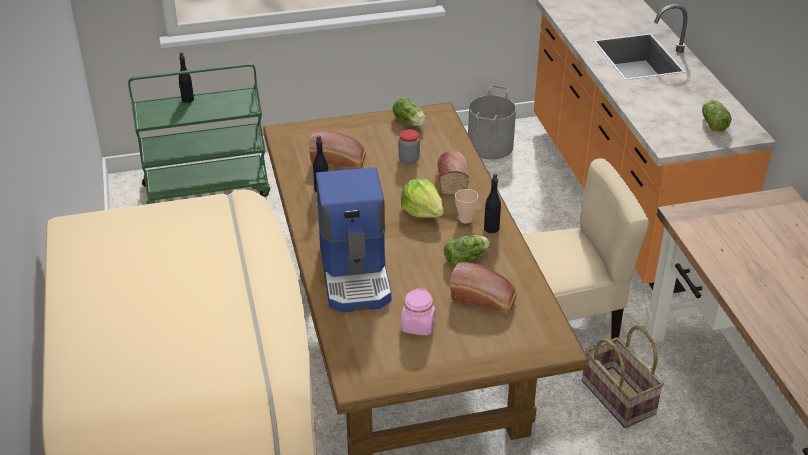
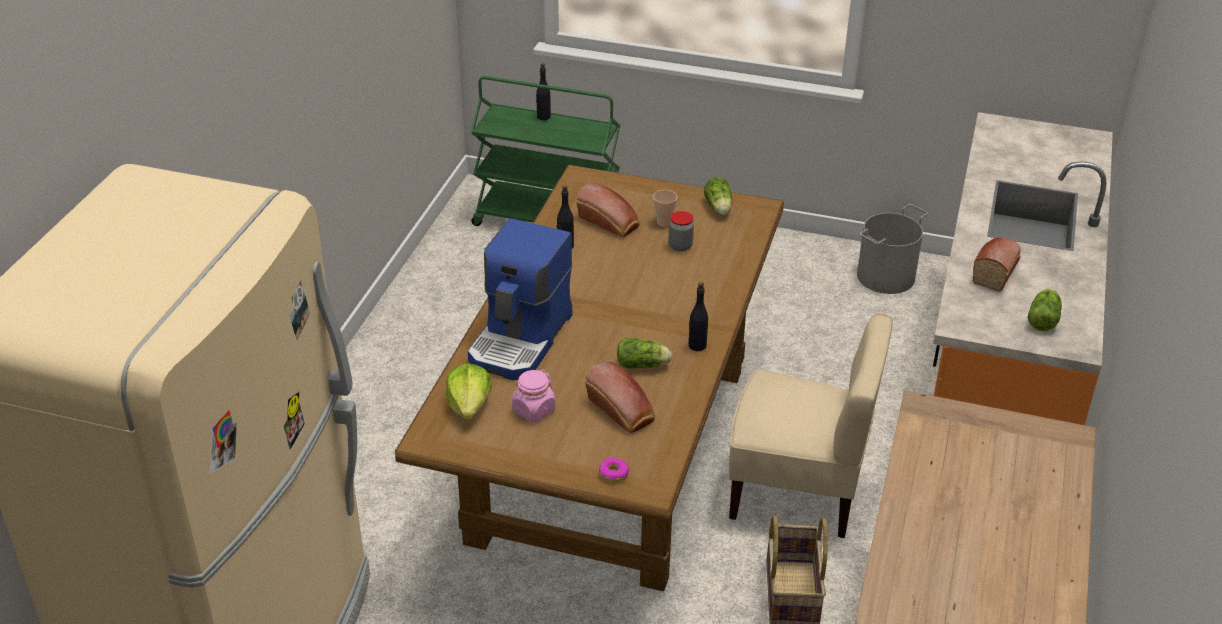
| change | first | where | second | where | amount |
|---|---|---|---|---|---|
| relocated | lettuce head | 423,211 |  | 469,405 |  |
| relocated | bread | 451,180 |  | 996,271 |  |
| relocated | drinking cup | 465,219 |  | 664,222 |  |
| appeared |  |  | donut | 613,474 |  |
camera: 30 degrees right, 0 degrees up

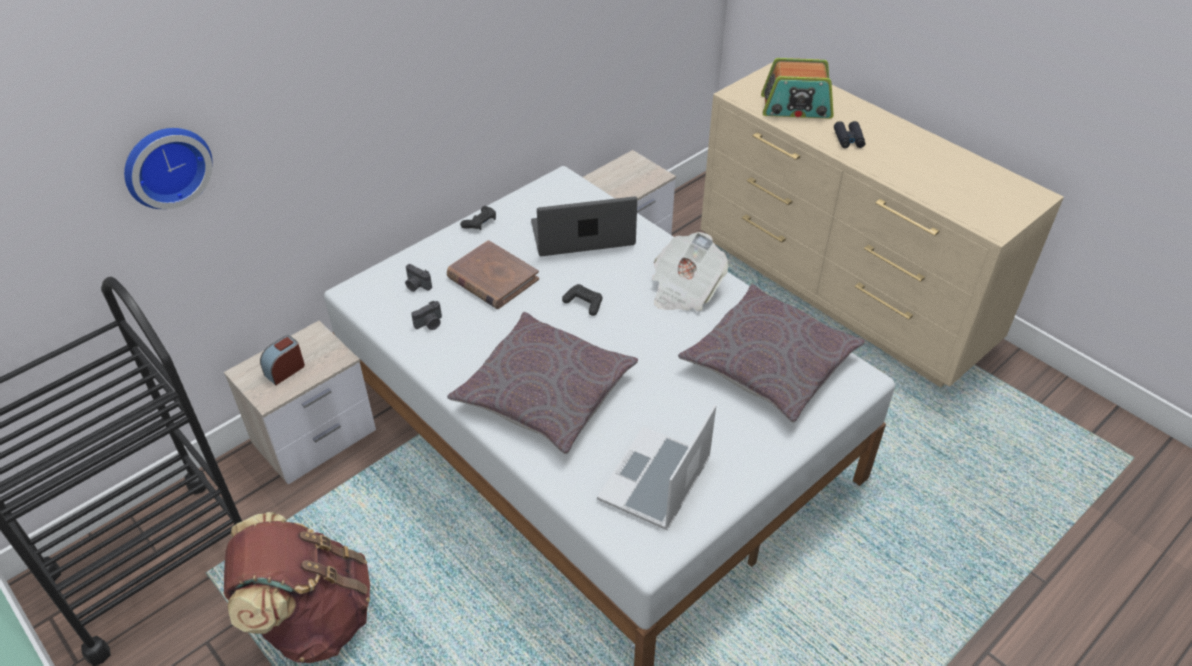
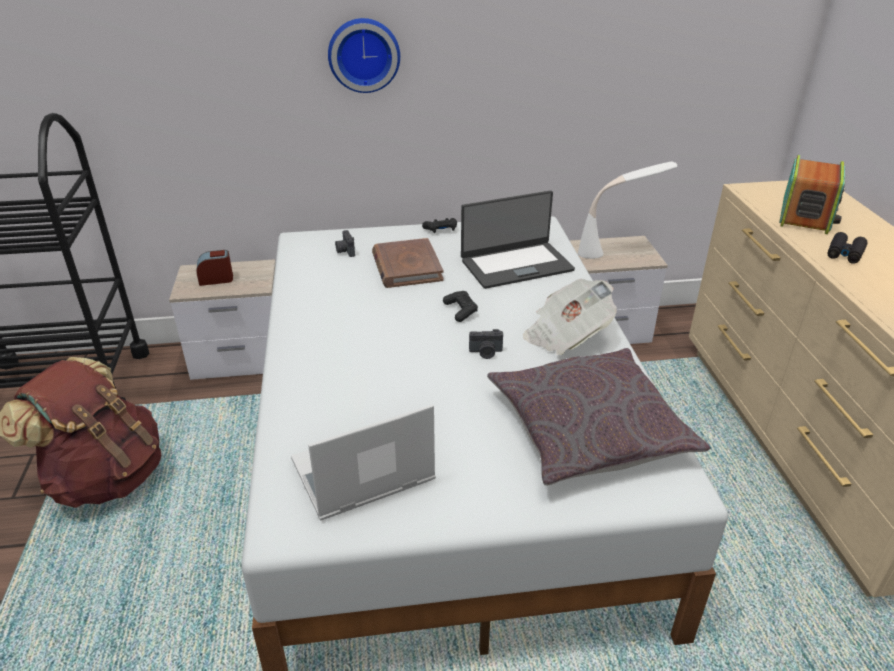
| change | first | where | second | where | amount |
|---|---|---|---|---|---|
| relocated | clock on the wall | 165,165 |  | 364,54 |  |
| relocated | still camera | 430,324 |  | 486,352 |  |
| missing | grey pillow | 544,392 |  |  |  |
| spun | laptop | 583,235 |  | 516,265 | 135 degrees clockwise |
| spun | radio receiver | 796,107 |  | 806,215 | 105 degrees counterclockwise |
| appeared |  |  | white tabletop lamp | 619,252 |  |
camera: 35 degrees right, 10 degrees down

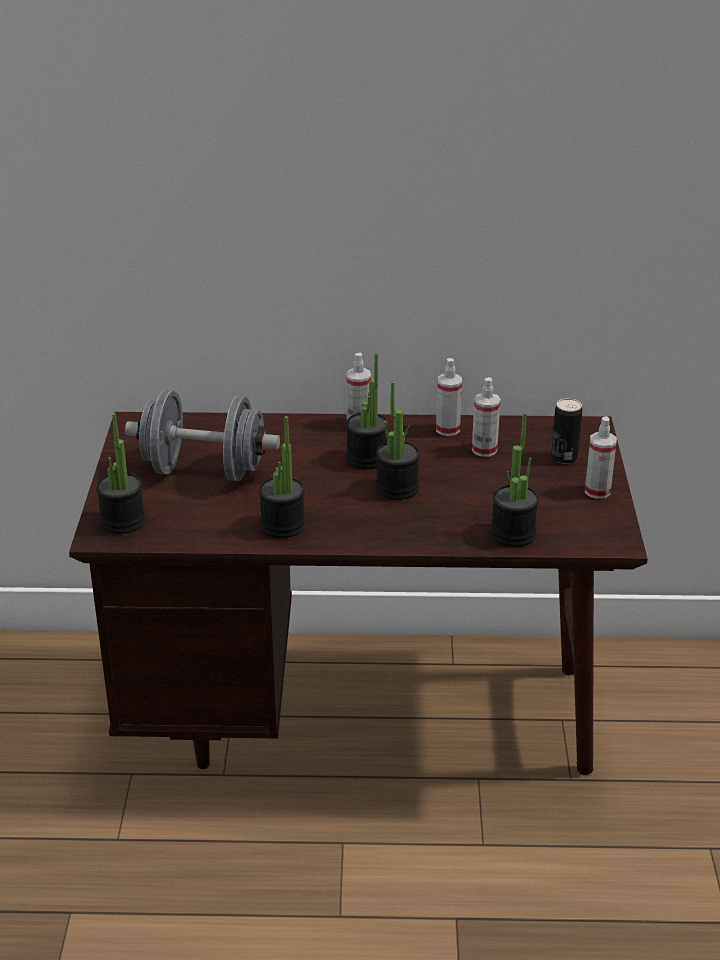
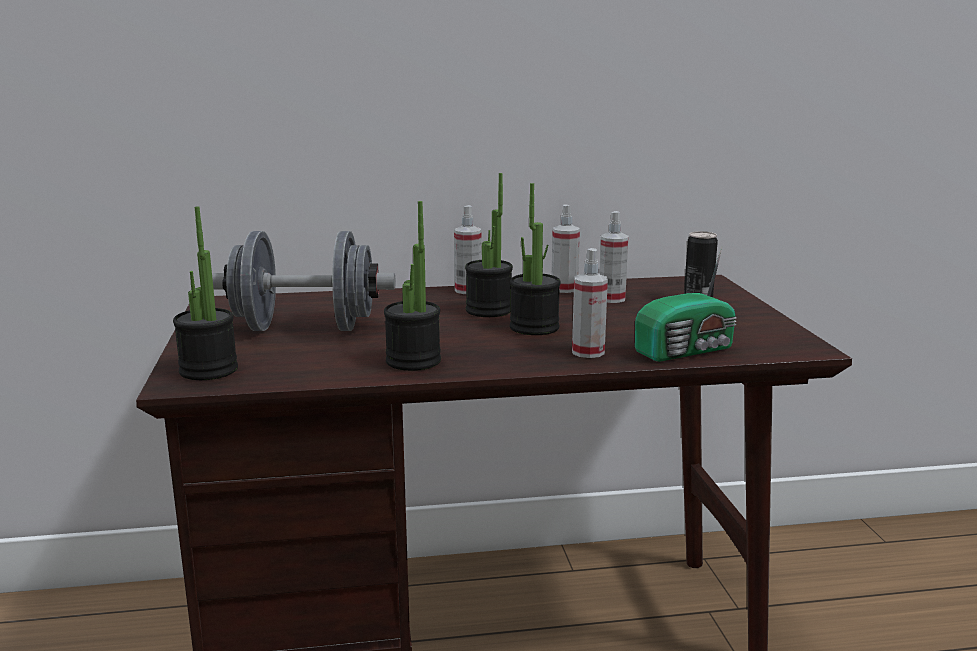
| change | first | where | second | where | amount |
|---|---|---|---|---|---|
| exchanged | potted plant | 513,534 | radio receiver | 687,350 |  |
| relocated | spray bottle | 597,491 |  | 588,352 |  |
camera: 10 degrees left, 15 degrees down

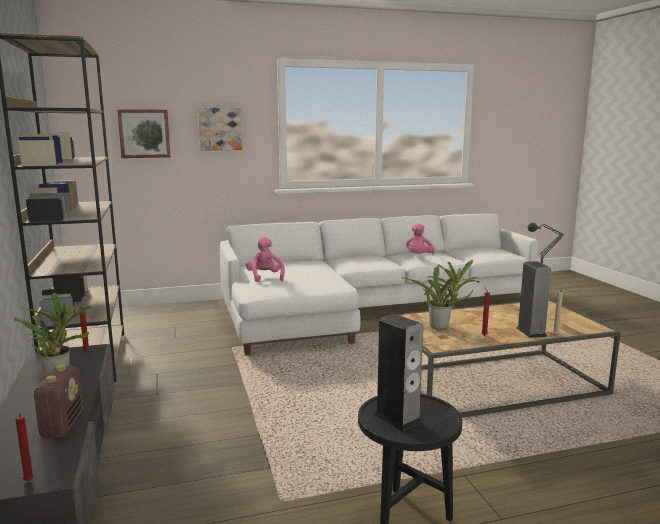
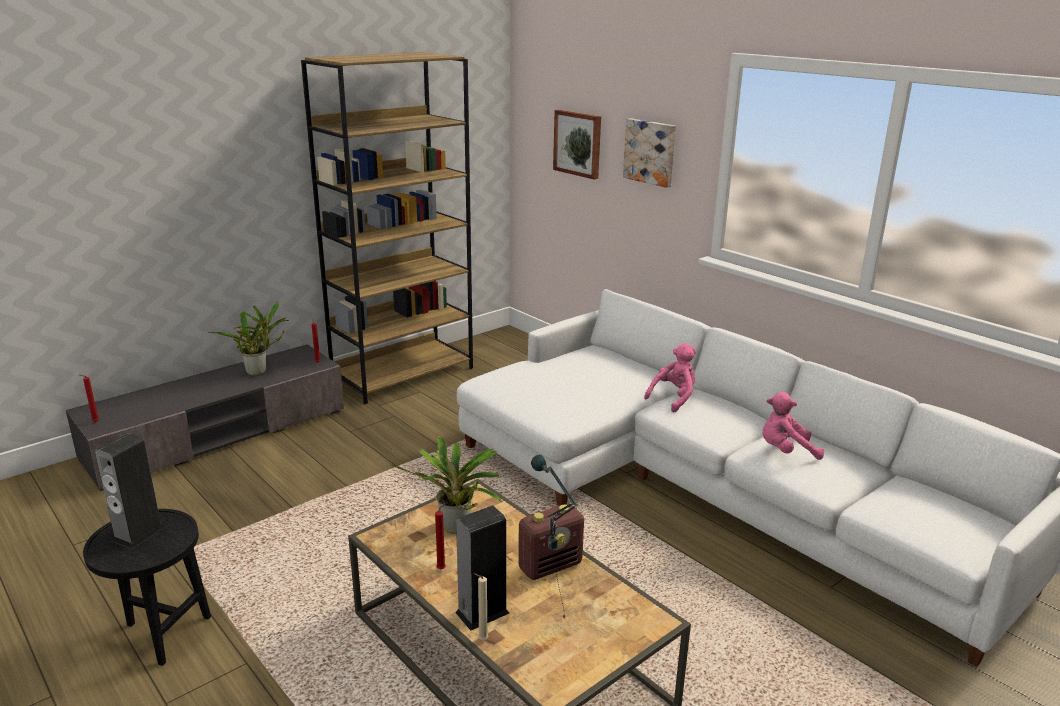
| change | first | where | second | where | amount |
|---|---|---|---|---|---|
| relocated | radio receiver | 62,425 |  | 550,566 |  |
| relocated | pinkish plush toy | 265,277 |  | 674,398 |  |
camera: 65 degrees right, 10 degrees up

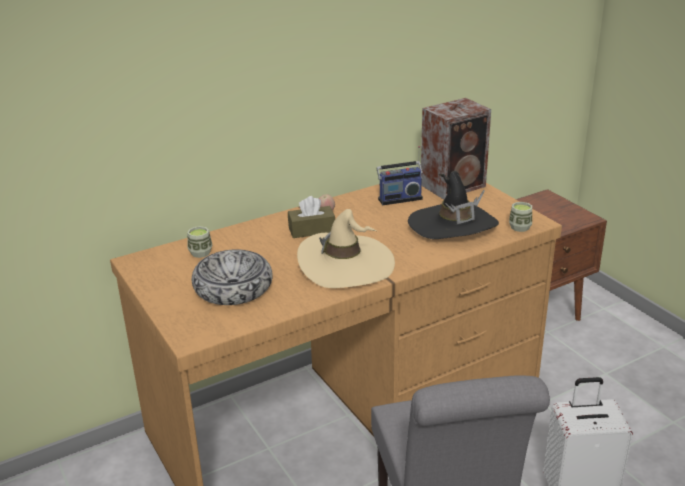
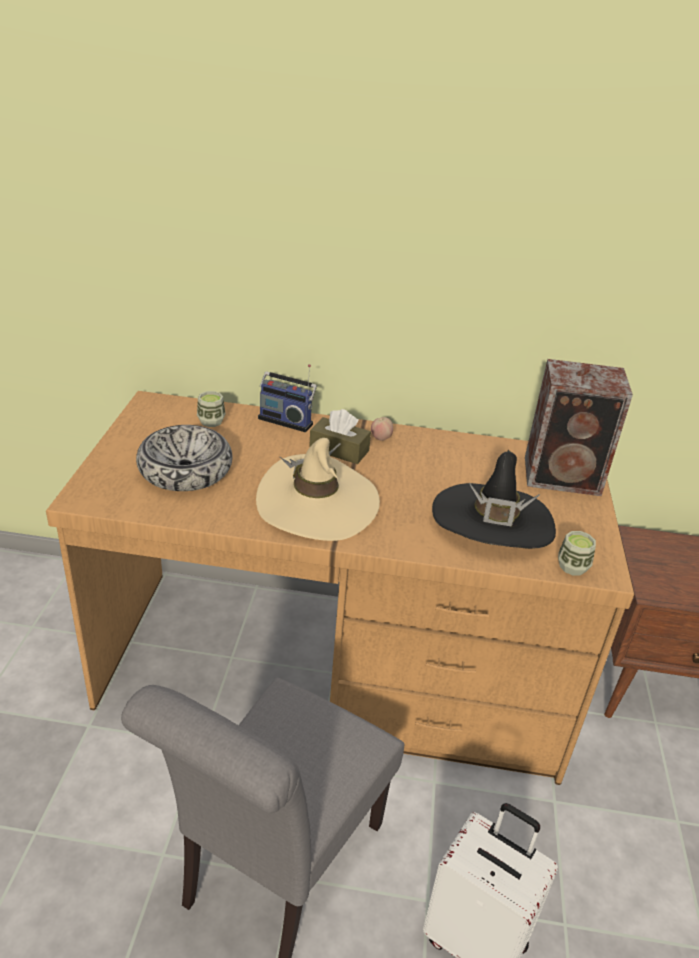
| change | first | where | second | where | amount |
|---|---|---|---|---|---|
| relocated | radio receiver | 399,198 |  | 286,420 |  |
camera: 35 degrees right, 5 degrees up

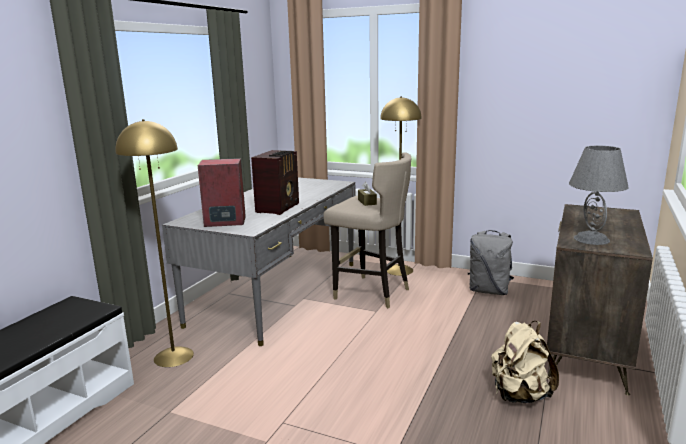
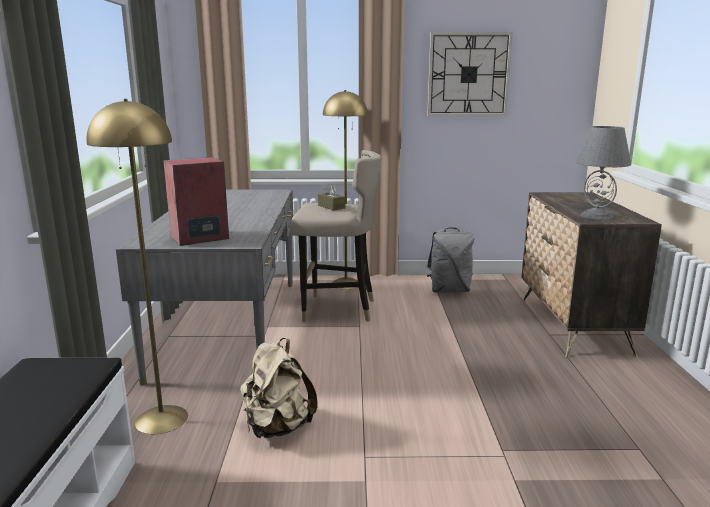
| change | first | where | second | where | amount |
|---|---|---|---|---|---|
| missing | radio receiver | 279,208 |  |  |  |
| relocated | beige-coloured rucksack | 519,395 |  | 277,427 |  |
| appeared |  |  | clock on the wall | 468,74 |  |
camera: 25 degrees left, 0 degrees up

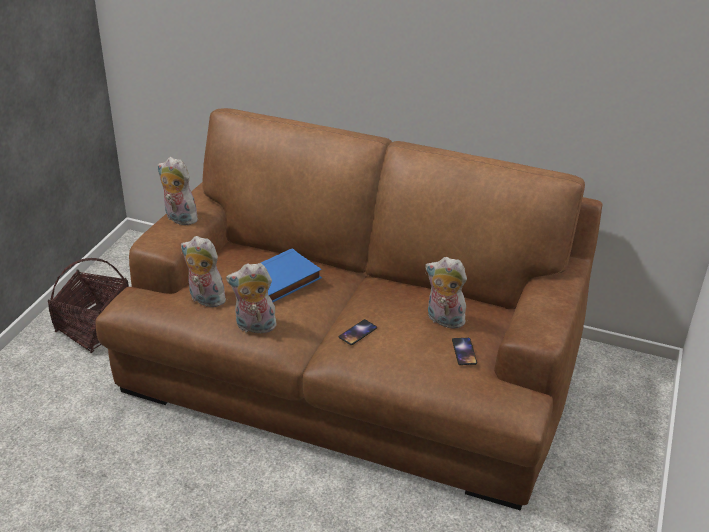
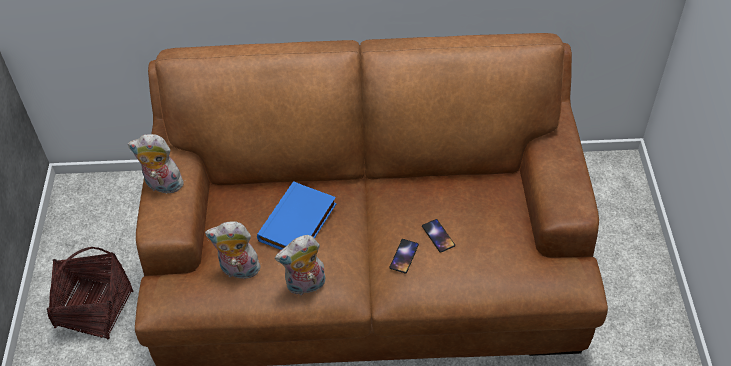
| change | first | where | second | where | amount |
|---|---|---|---|---|---|
| missing | plush toy | 443,320 |  |  |  |
| relocated | phone | 464,351 |  | 438,236 |  |
camera: 20 degrees left, 15 degrees up

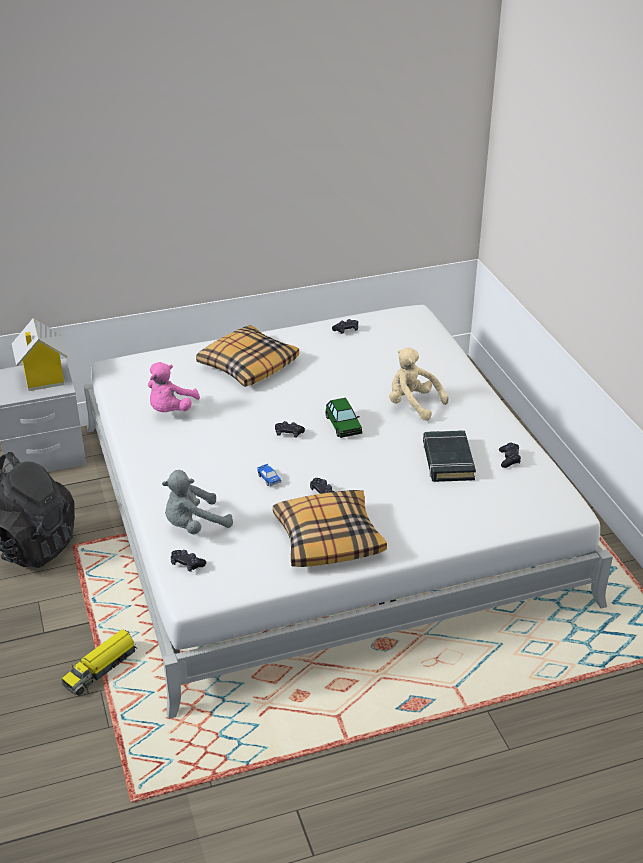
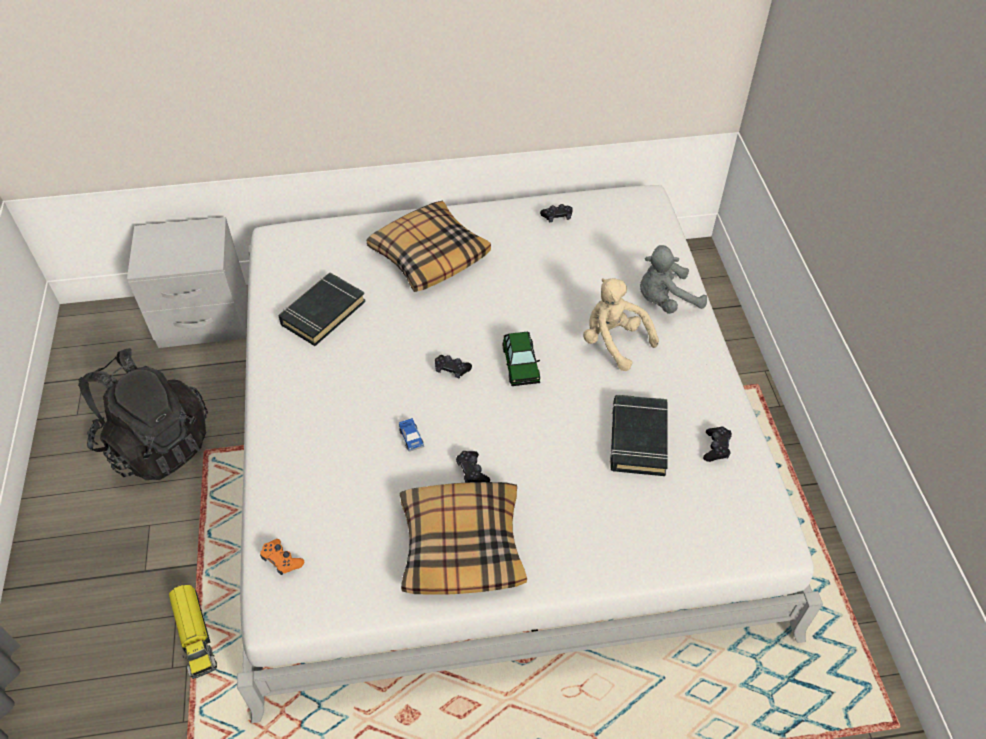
| change | first | where | second | where | amount |
|---|---|---|---|---|---|
| missing | model house | 43,378 |  |  |  |
| spun | toy truck | 101,668 |  | 194,633 | 75 degrees counterclockwise |
| exchanged | pinkish plush toy | 170,410 | black-coloured bound book | 322,313 |  |
| relocated | grey plush toy | 194,525 |  | 665,300 |  |
| colour | black-coloured game controller | 187,564 | orangey game controller | 282,560 |  |
camera: 10 degrees right, 15 degrees up

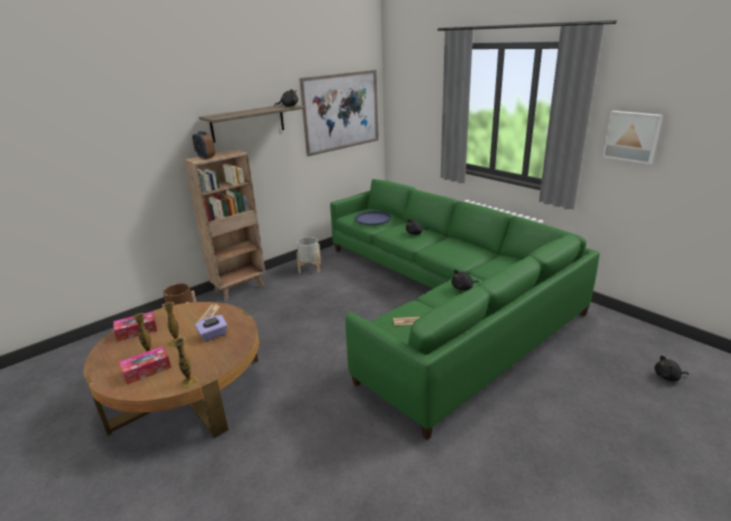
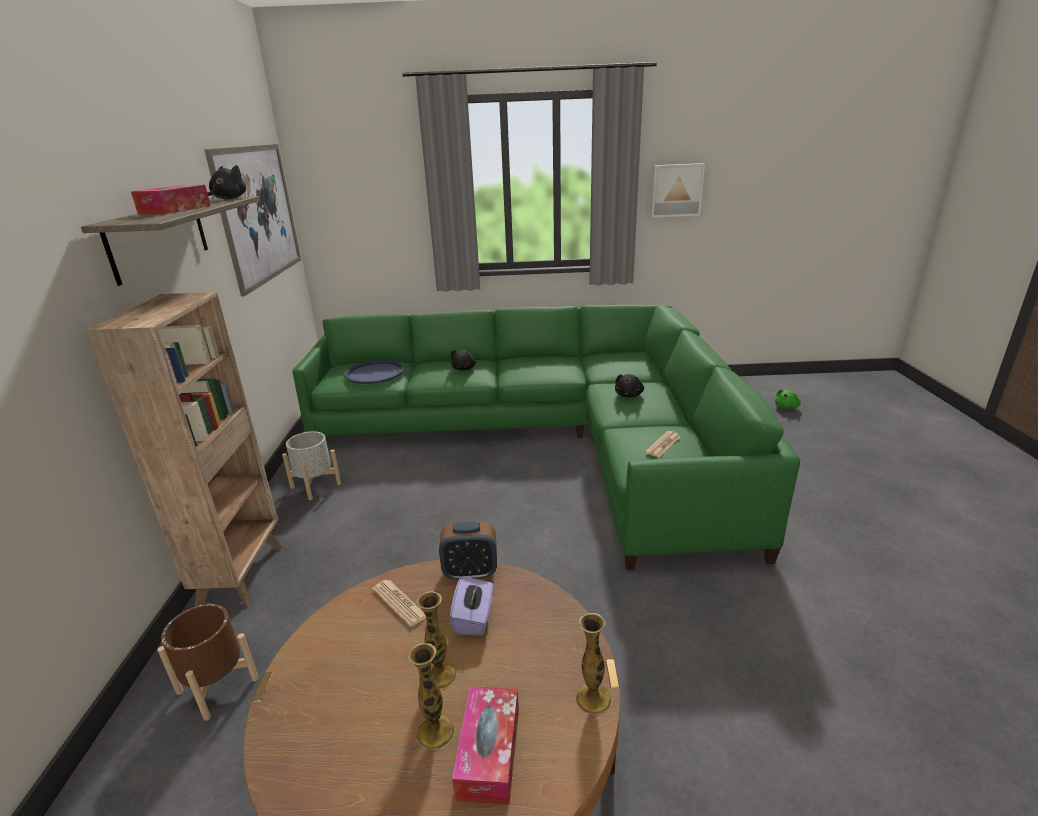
| change | first | where | second | where | amount |
|---|---|---|---|---|---|
| relocated | tissue box | 137,331 |  | 175,210 |  |
| relocated | alarm clock | 205,157 |  | 470,572 |  |
| colour | black-coloured plush toy | 668,377 | green plush toy | 787,407 |  |
camera: 50 degrees left, 0 degrees up

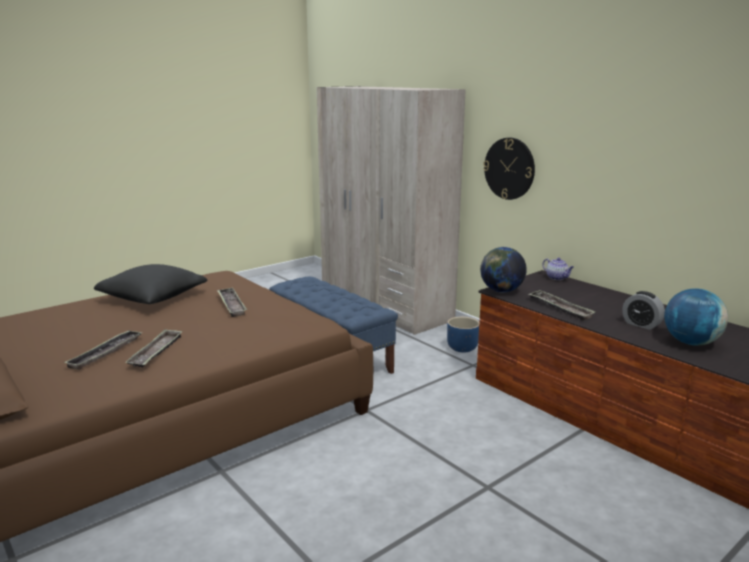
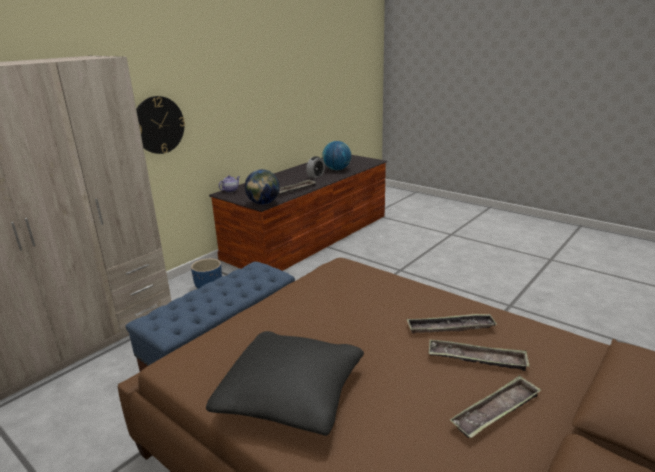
| change | first | where | second | where | amount |
|---|---|---|---|---|---|
| relocated | tray | 231,305 |  | 496,411 |  |
camera: 100 degrees left, 5 degrees up

